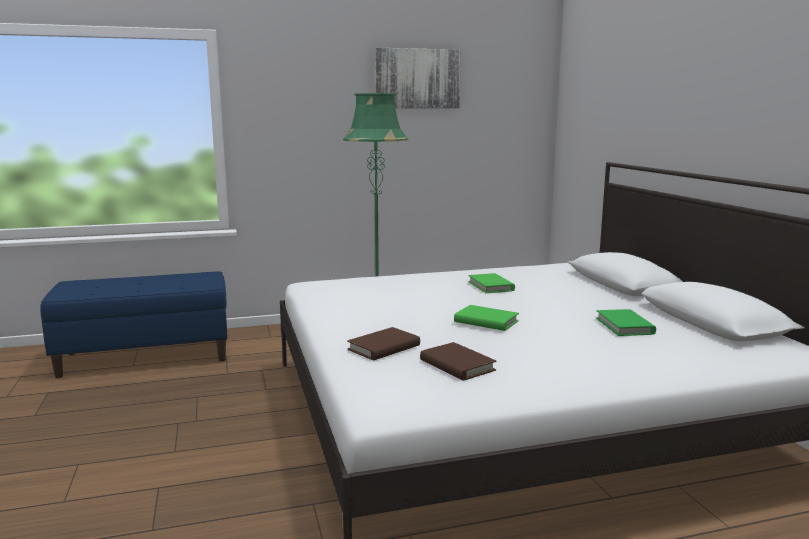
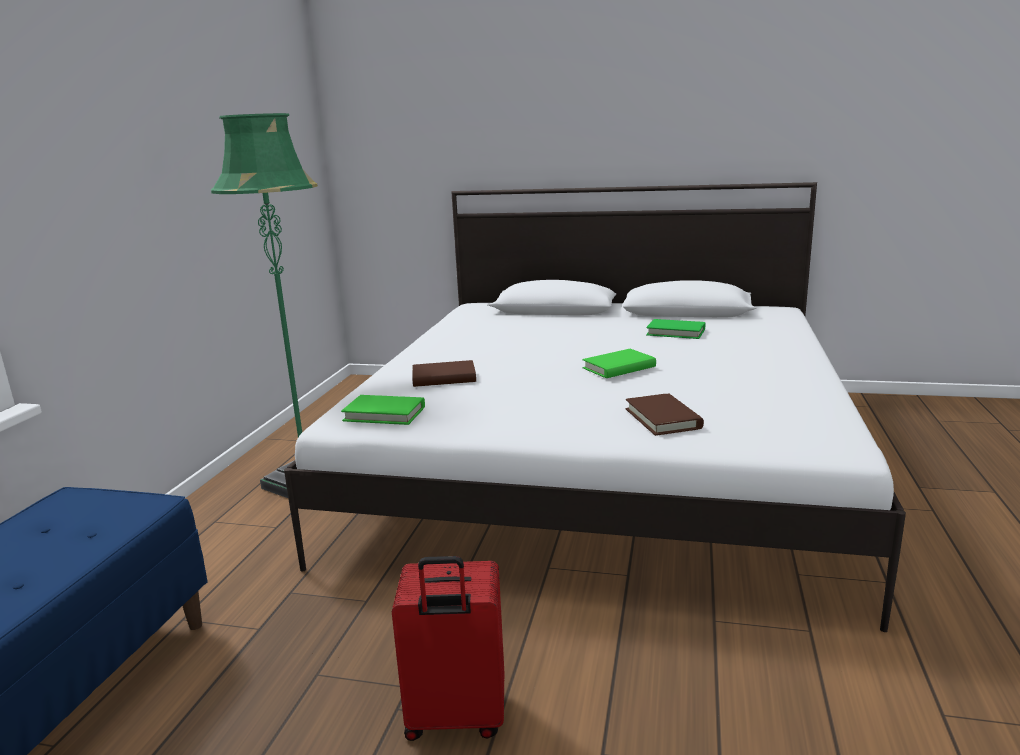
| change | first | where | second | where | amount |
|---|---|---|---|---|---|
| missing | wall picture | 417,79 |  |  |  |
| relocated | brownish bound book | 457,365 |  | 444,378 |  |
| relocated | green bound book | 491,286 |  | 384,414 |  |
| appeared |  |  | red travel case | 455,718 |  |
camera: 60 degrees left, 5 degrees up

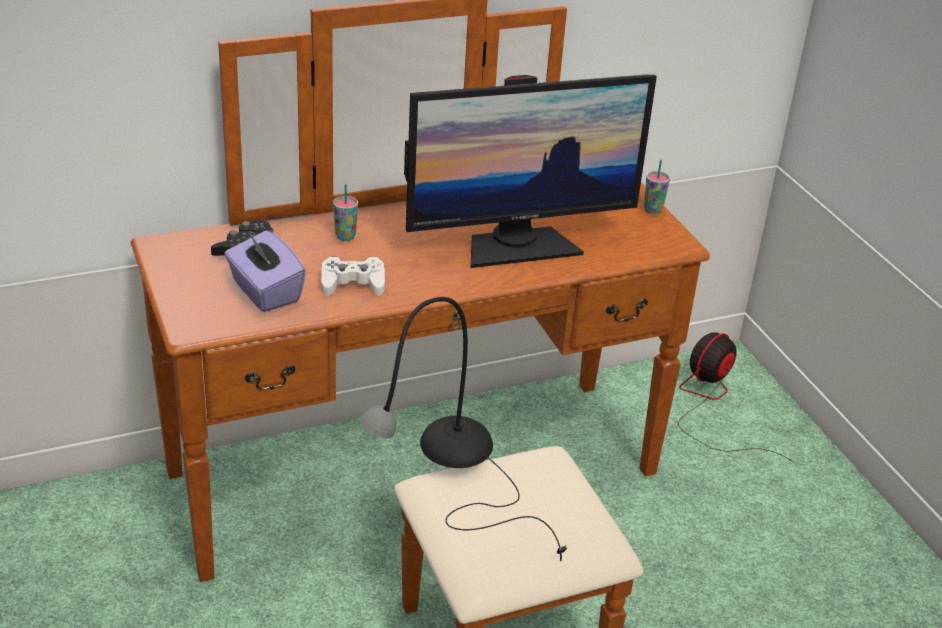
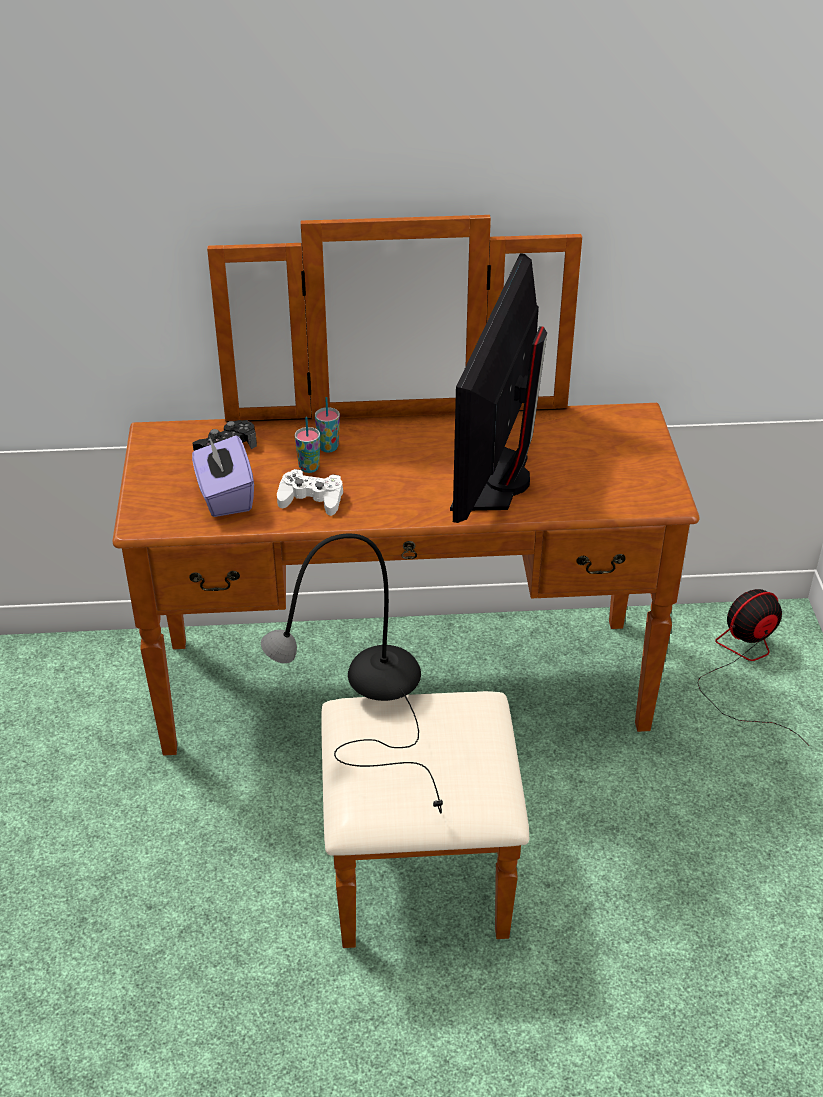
| change | first | where | second | where | amount |
|---|---|---|---|---|---|
| spun | computer screen | 517,245 |  | 495,480 | 105 degrees clockwise |
| relocated | drinking cup | 653,210 |  | 309,468 |  |
camera: 20 degrees right, 5 degrees up

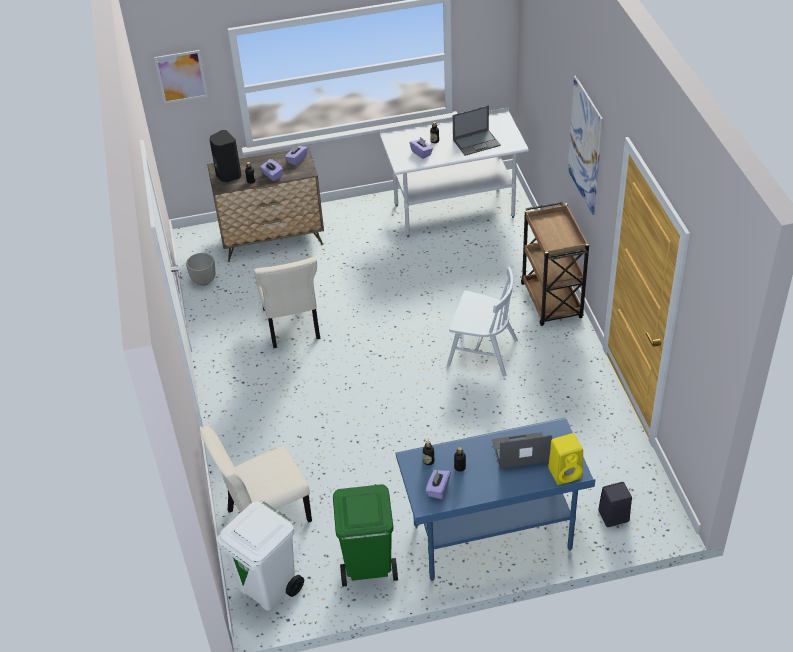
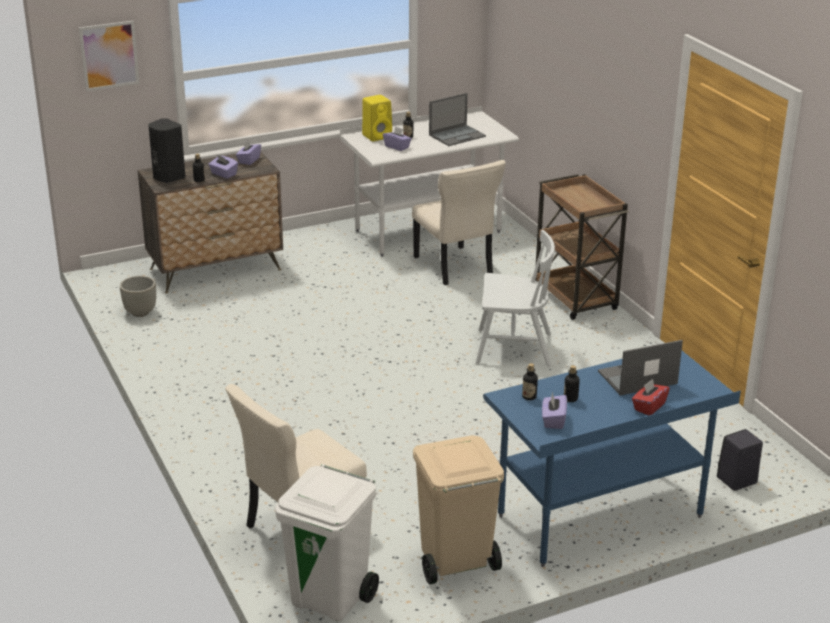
| change | first | where | second | where | amount |
|---|---|---|---|---|---|
| relocated | beige-coloured chair | 291,326 |  | 454,267 |  |
| colour | green rubbish bin | 368,567 | beige-coloured rubbish bin | 455,563 |  |
| relocated | yellow-coloured loudspeaker | 565,472 |  | 378,136 |  |
| missing | wall picture | 585,145 |  |  |  |
| appeared |  |  | red tissue box | 649,407 |  |
camera: 15 degrees left, 15 degrees down

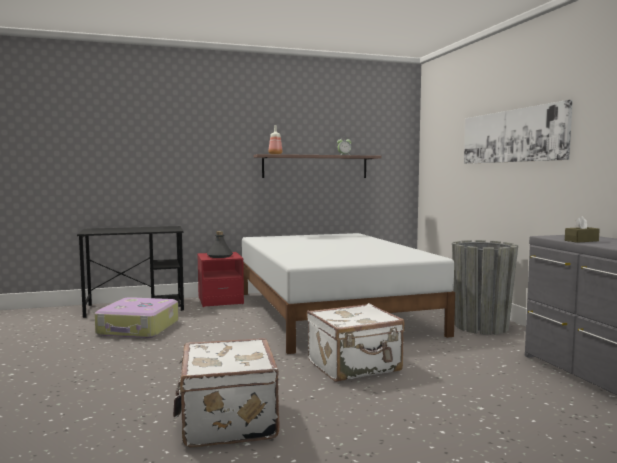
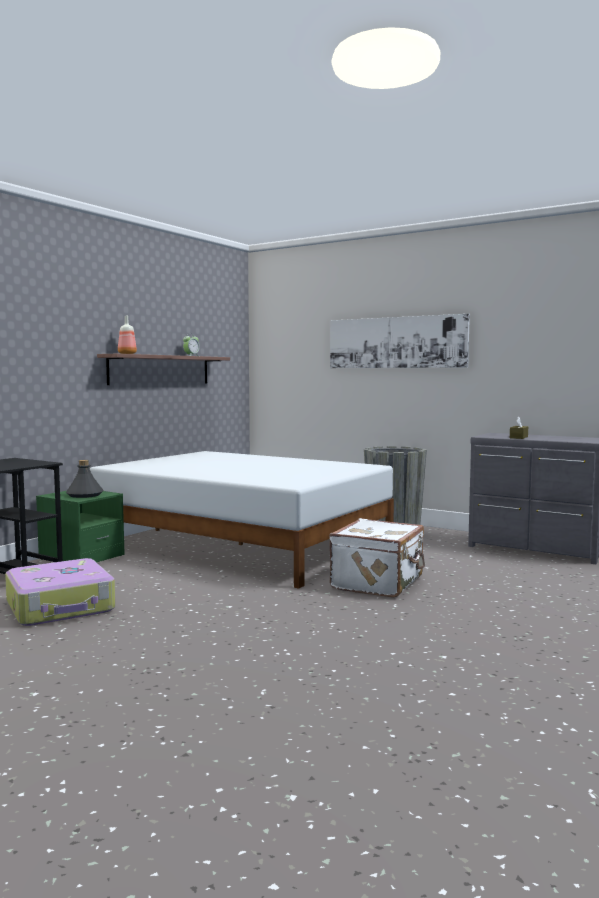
| change | first | where | second | where | amount |
|---|---|---|---|---|---|
| missing | white travel case | 227,421 |  |  |  |
| colour | red nightstand | 220,300 | green nightstand | 81,557 |  |
camera: 40 degrees left, 0 degrees up

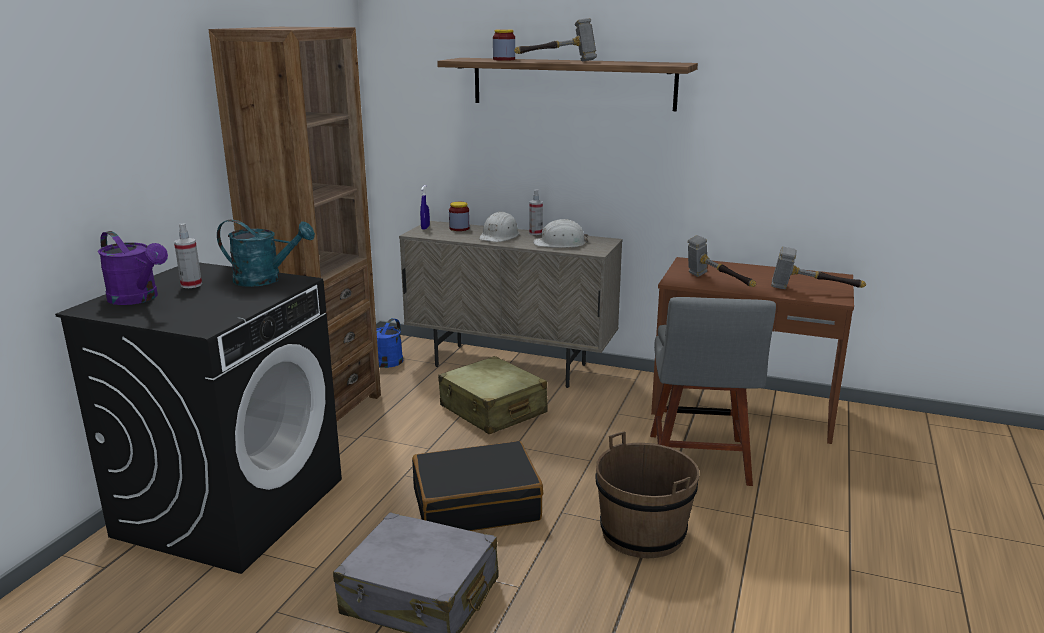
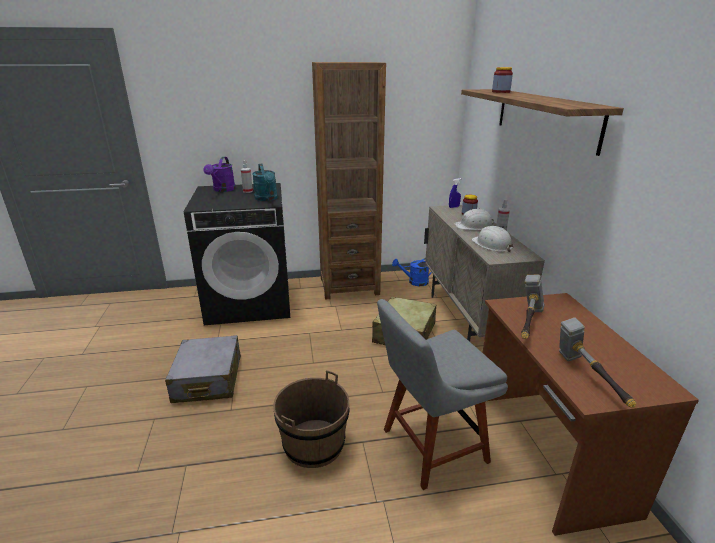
| change | first | where | second | where | amount |
|---|---|---|---|---|---|
| missing | black-coloured travel case | 476,504 |  |  |  |
| missing | hammer | 558,61 |  |  |  |
camera: 60 degrees right, 5 degrees up

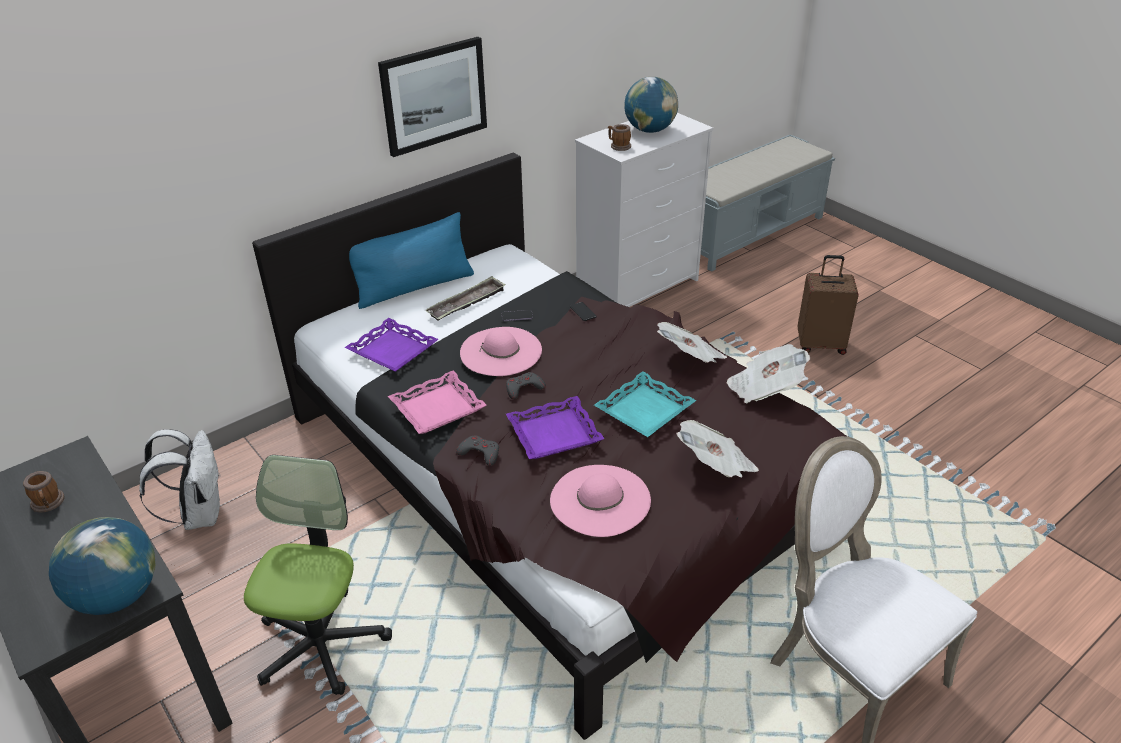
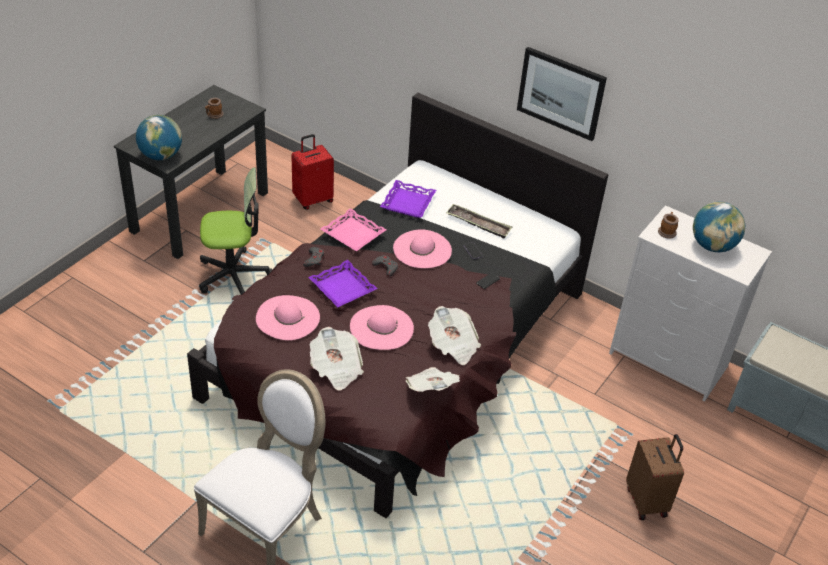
| change | first | where | second | where | amount |
|---|---|---|---|---|---|
| exchanged | white rucksack | 200,514 | red travel case | 313,199 |  |
| missing | blue pillow | 414,287 |  |  |  |
| exchanged | turquoise-coloured tray | 645,411 | pinkish clothing hat | 381,327 |  |
camera: 70 degrees right, 5 degrees up

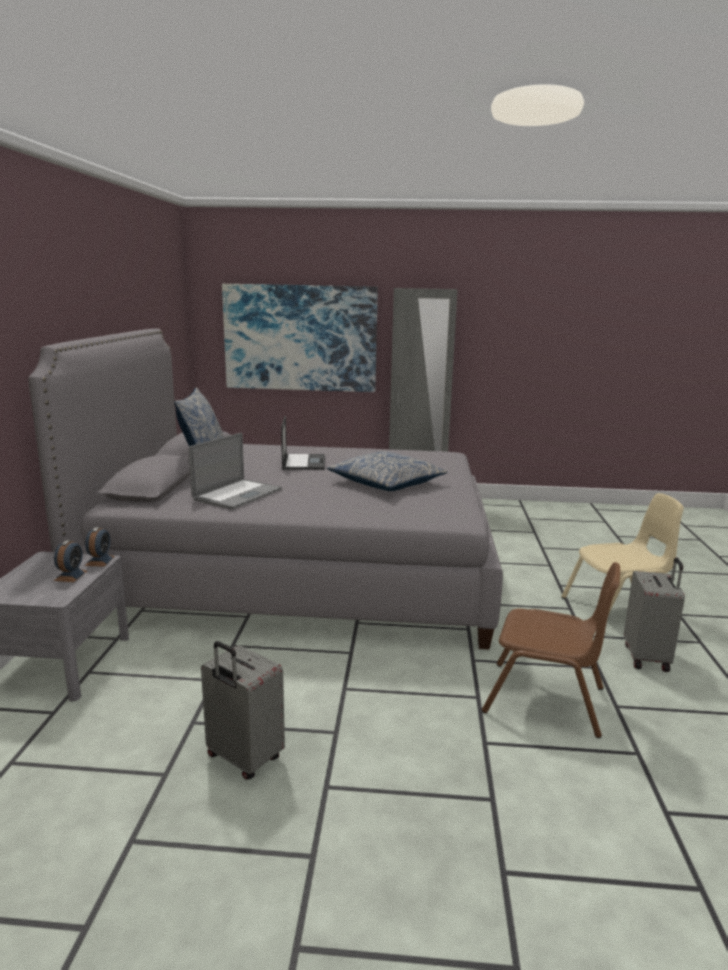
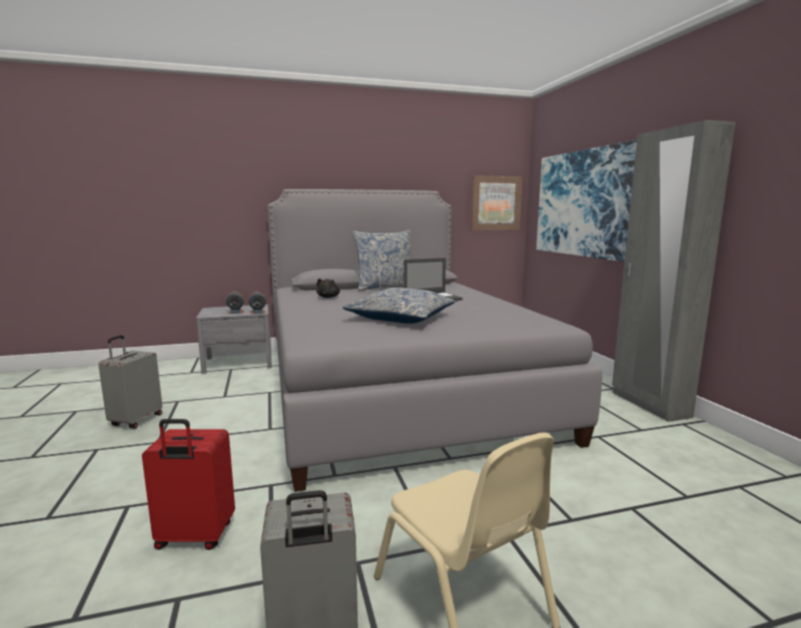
| change | first | where | second | where | amount |
|---|---|---|---|---|---|
| exchanged | laptop | 238,494 | black-coloured plush toy | 328,297 |  |
| exchanged | brownish chair | 545,700 | red travel case | 194,537 |  |
| appeared |  |  | wall picture | 495,203 |  |
camera: 70 degrees right, 5 degrees down

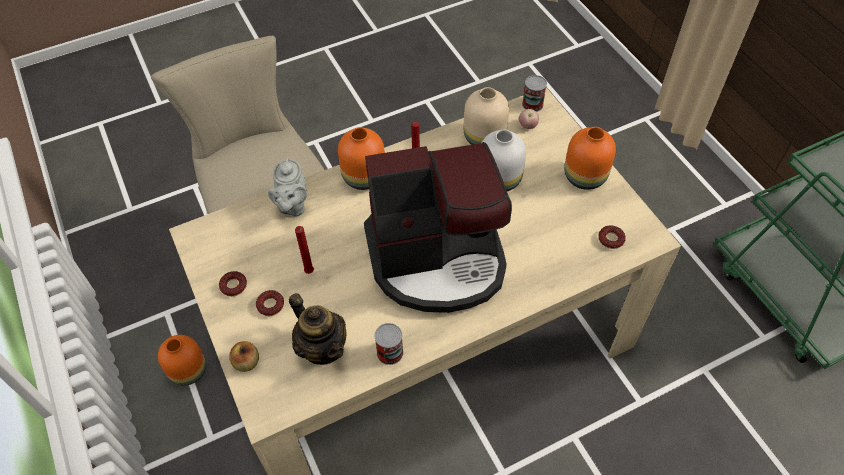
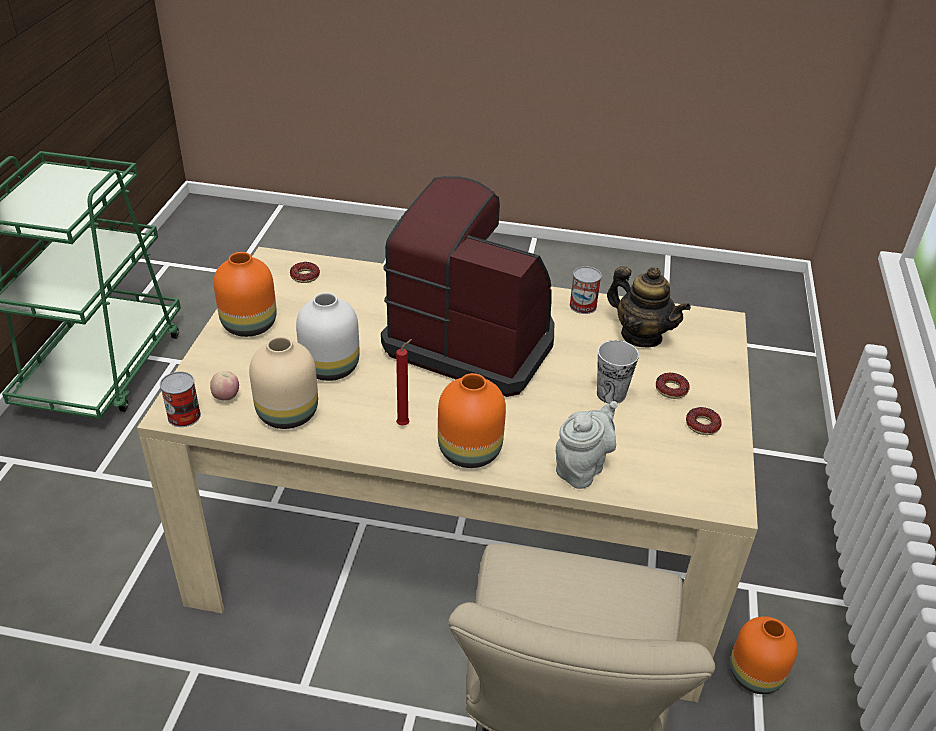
| change | first | where | second | where | amount |
|---|---|---|---|---|---|
| missing | whole apple | 246,362 |  |  |  |
| spun | tea pot | 322,348 |  | 641,336 | 135 degrees clockwise |
| exchanged | red wax light | 309,273 | drinking cup | 611,394 |  |
camera: 145 degrees left, 15 degrees down

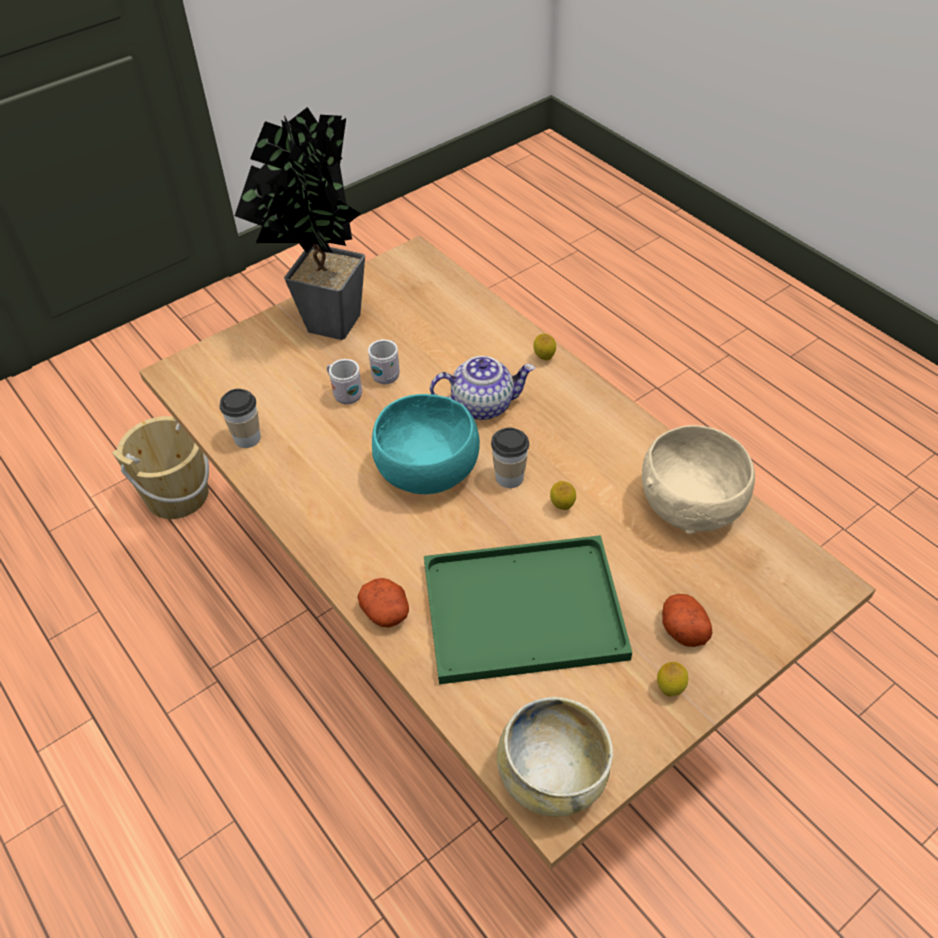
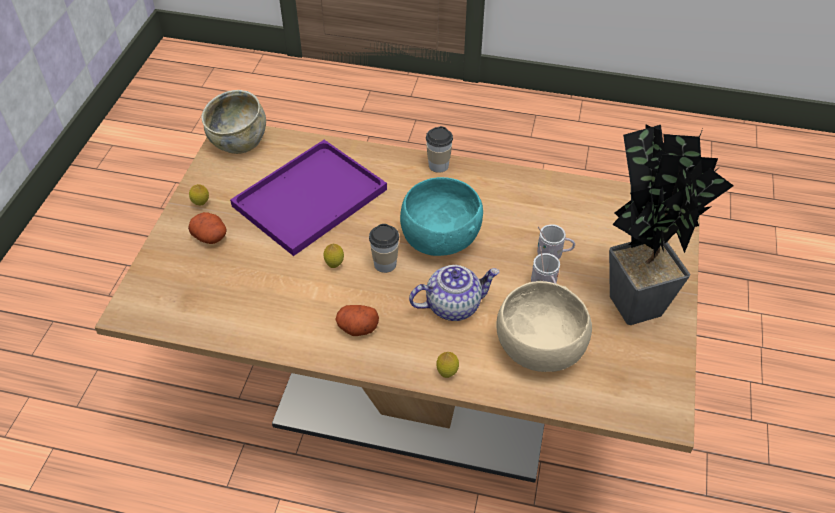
| change | first | where | second | where | amount |
|---|---|---|---|---|---|
| missing | beige-coloured pail | 177,495 |  |  |  |
| relocated | drinking cup | 247,438 |  | 438,165 |  |
| relocated | potato | 386,612 |  | 357,327 |  |
| colour | green tray | 519,612 | purple tray | 311,195 |  |
| spun | tea pot | 483,404 |  | 453,305 | 150 degrees counterclockwise |
| relocated | beige-coloured serving bowl | 689,504 |  | 540,348 |  |
camera: 140 degrees right, 0 degrees up

